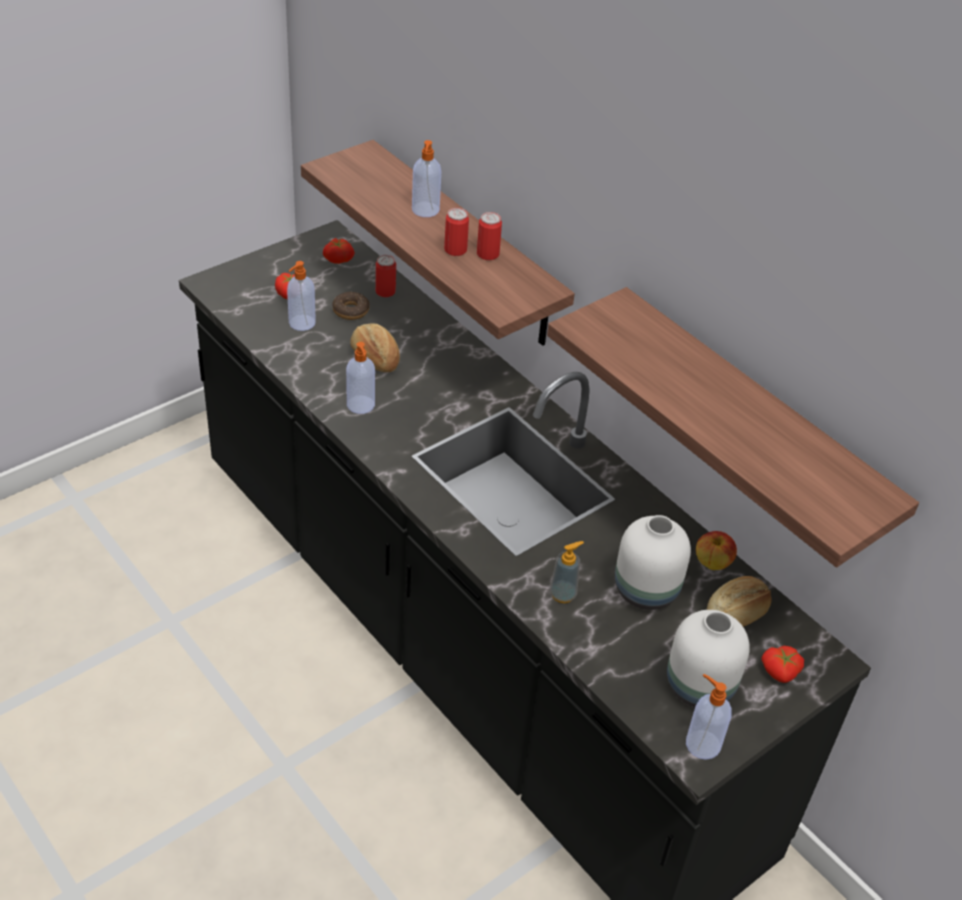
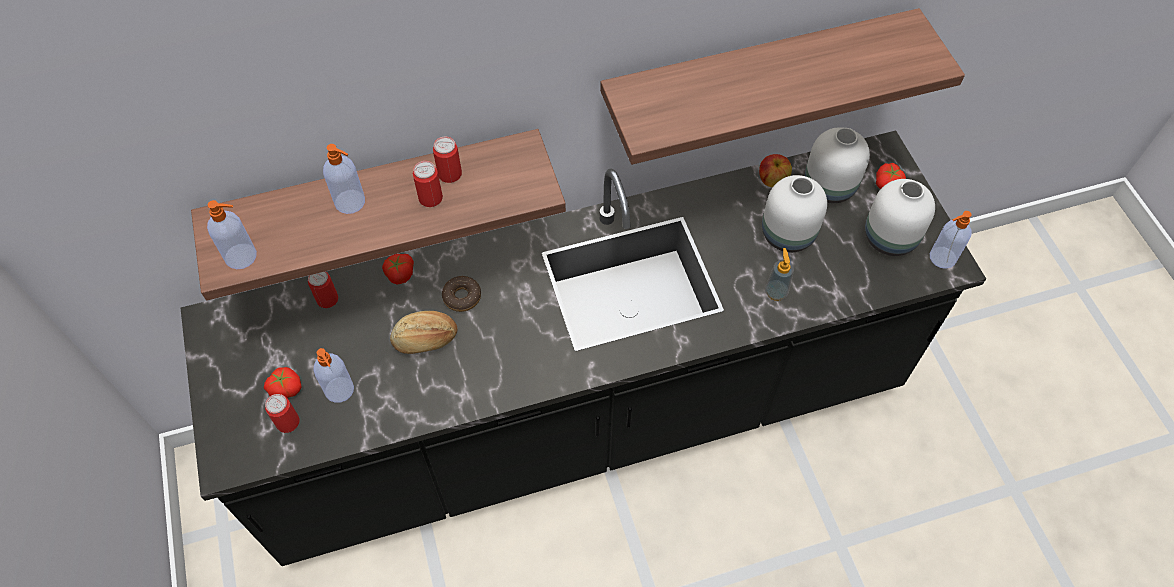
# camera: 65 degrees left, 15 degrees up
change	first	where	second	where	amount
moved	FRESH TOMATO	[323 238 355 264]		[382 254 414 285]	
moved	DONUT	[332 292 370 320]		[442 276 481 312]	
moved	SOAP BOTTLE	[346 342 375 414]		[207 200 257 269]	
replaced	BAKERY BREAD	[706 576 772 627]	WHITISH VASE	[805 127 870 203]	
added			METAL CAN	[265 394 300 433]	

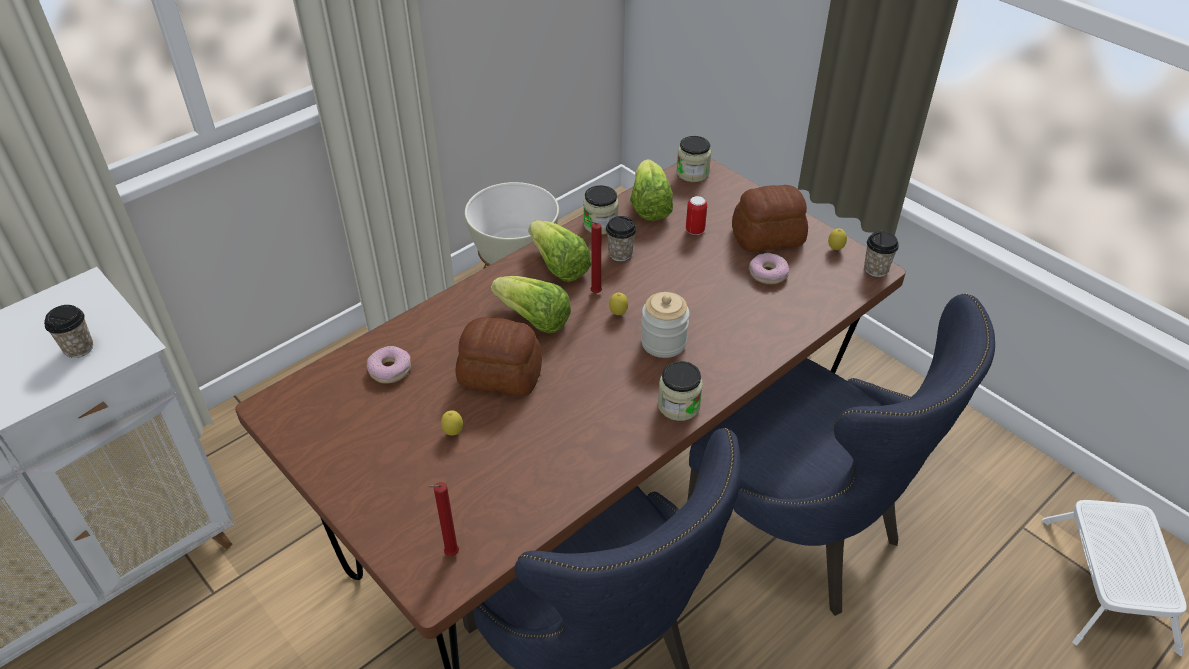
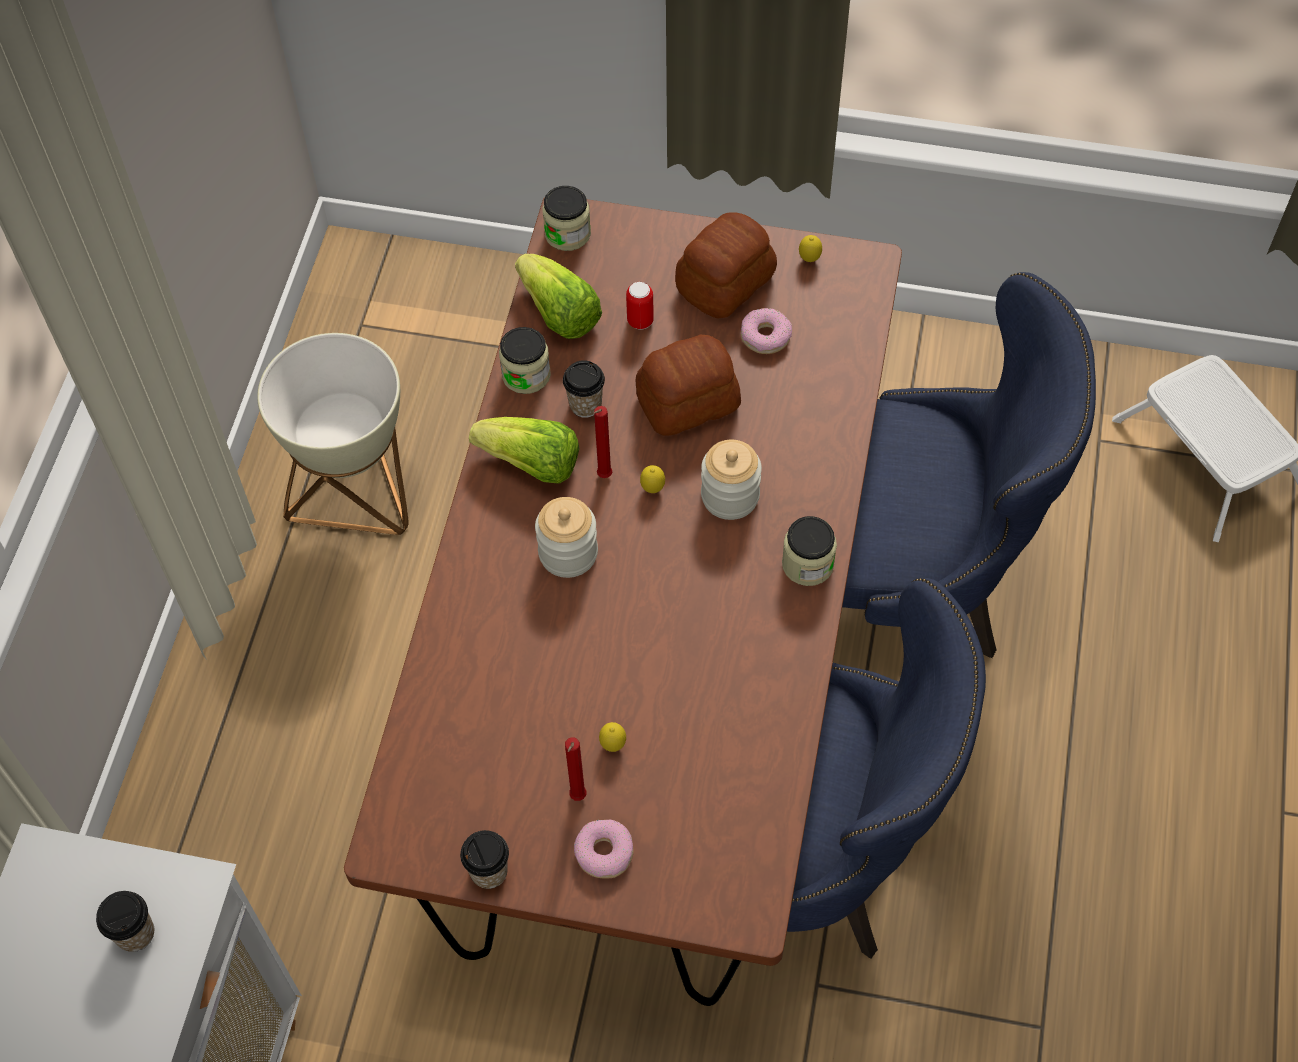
# camera: 35 degrees left, 15 degrees up
change	first	where	second	where	amount
moved	DRINKING CUP	[864 231 899 277]		[460 830 509 889]	
replaced	HEAD OF LETTUCE	[491 276 571 333]	PRESERVE JAR	[535 497 598 578]	
moved	BAKERY BREAD	[455 317 542 396]		[636 335 741 436]	
moved	DONUT	[367 346 411 384]		[574 820 634 878]	
moved	REDDISH CANDLE	[427 482 459 556]		[565 737 587 801]	

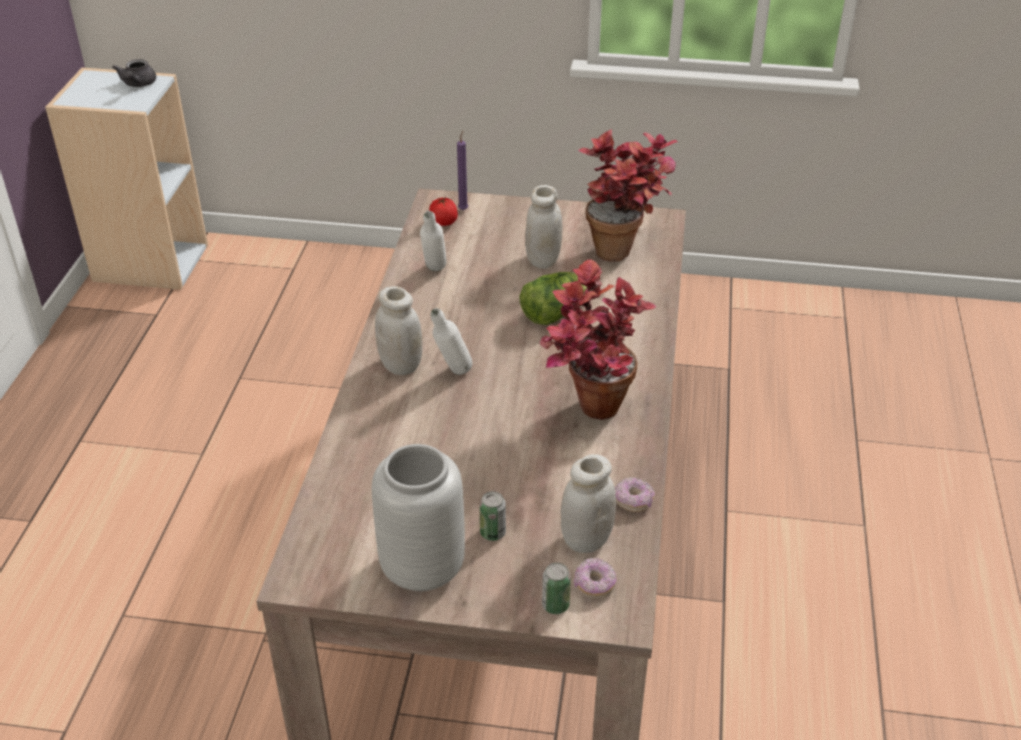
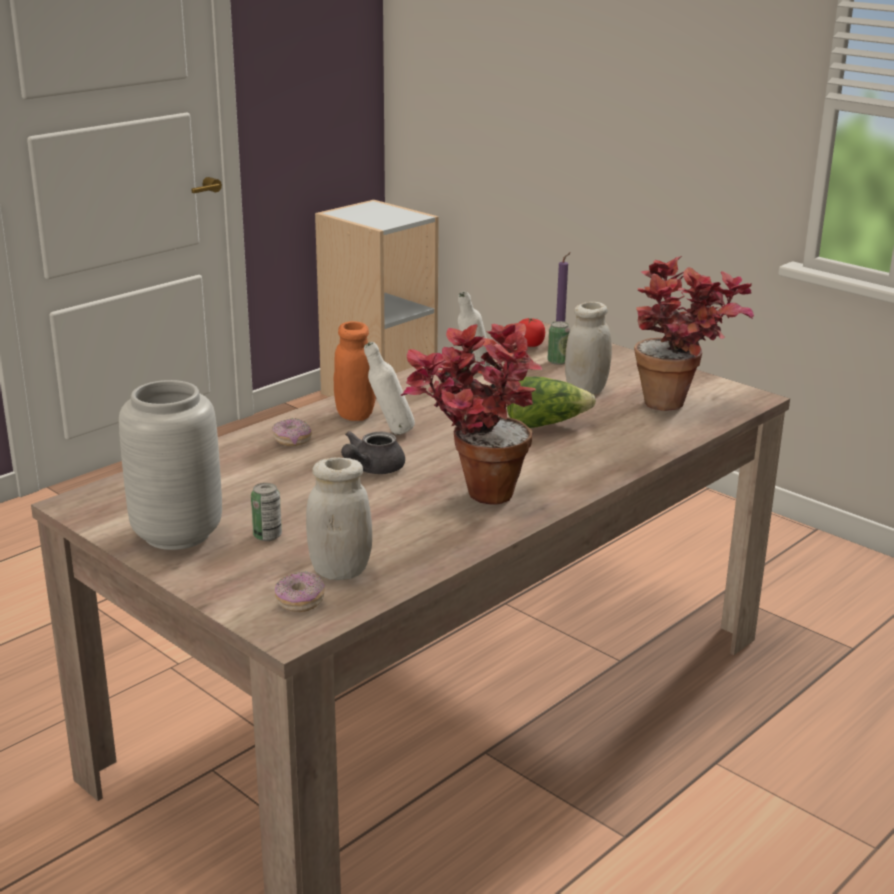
# camera: 35 degrees right, 15 degrees down
change	first	where	second	where	amount
moved	GRAY TEA POT	[112 59 156 87]		[341 431 405 474]	
recoloured	WHITISH PRESERVE JAR	[375 286 422 375]	ORANGE-COLOURED PRESERVE JAR	[334 321 376 421]	
moved	DONUT	[615 477 655 512]		[272 418 312 446]	
moved	METAL CAN	[542 562 571 614]		[547 321 570 365]	

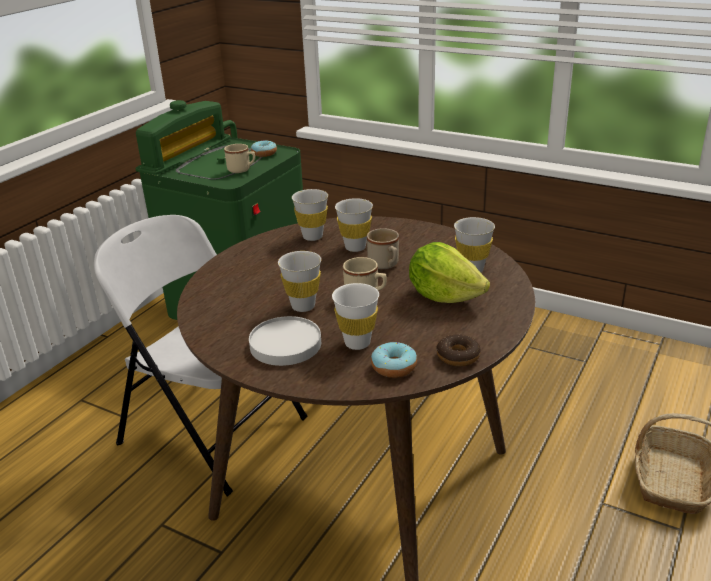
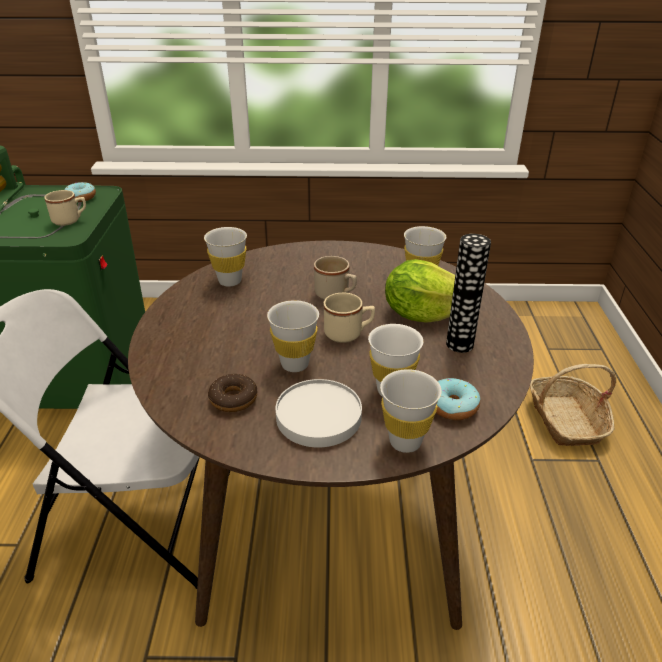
# camera: 30 degrees left, 5 degrees up
change	first	where	second	where	amount
moved	WHITISH DRINKING CUP	[335 198 373 252]		[380 369 442 453]	
moved	DONUT	[436 334 481 366]		[208 374 257 412]	
added			VASE	[446 234 491 353]	

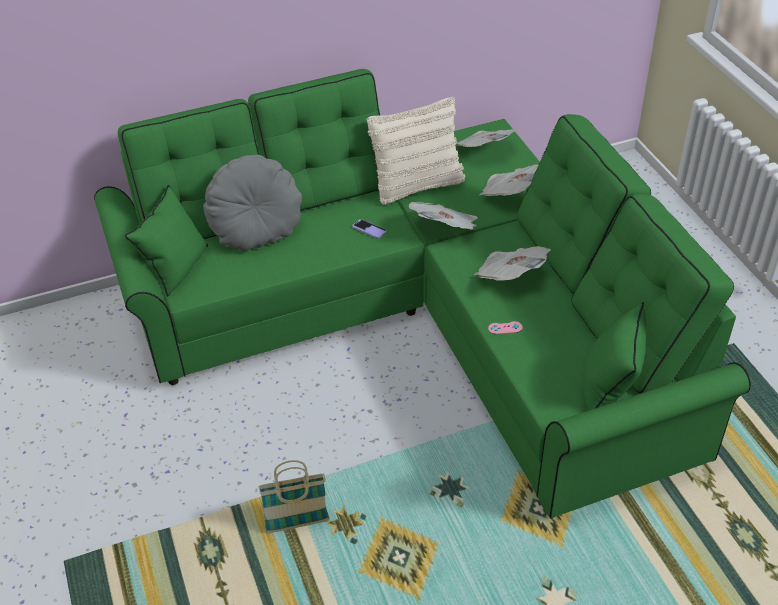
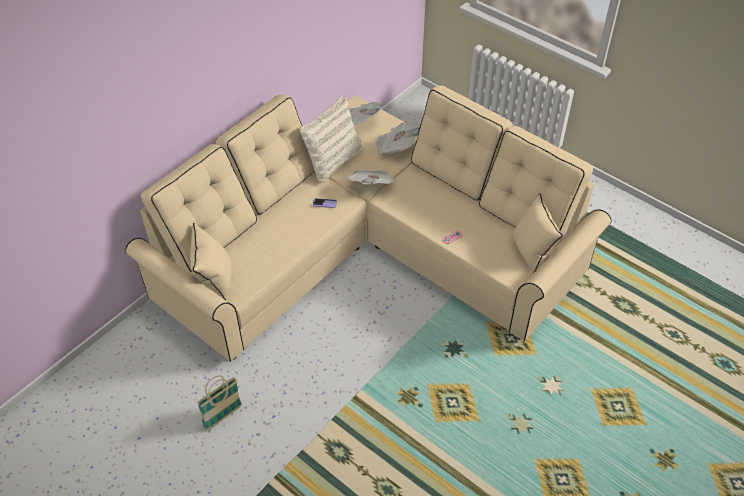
# camera: 30 degrees left, 5 degrees up
change	first	where	second	where	amount
recoloured	GREEN SOFA	[94 69 751 519]	BEIGE-COLOURED SOFA	[125 85 611 362]	
removed	GRAY PILLOW	[203 155 302 251]			
removed	PRINTED PAPER	[474 246 551 281]			
moved	HOUSEHOLD BASKET	[258 460 330 534]		[197 375 242 431]	

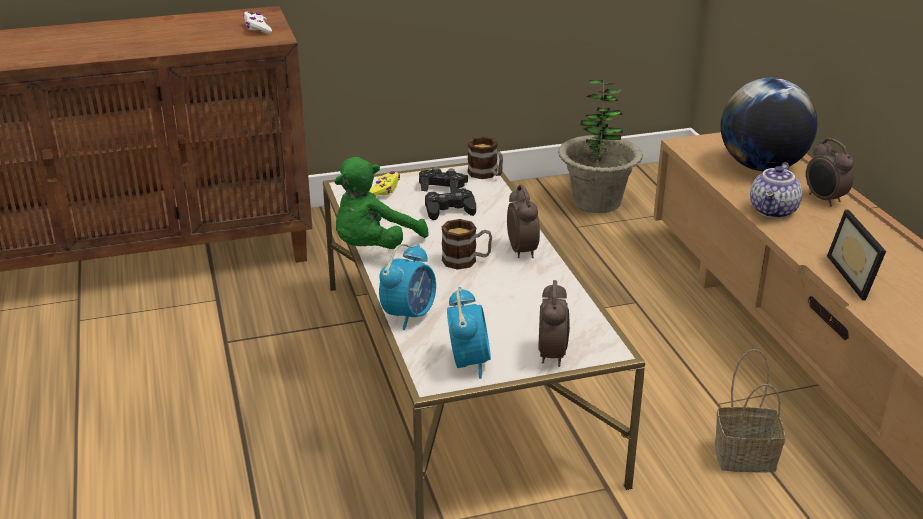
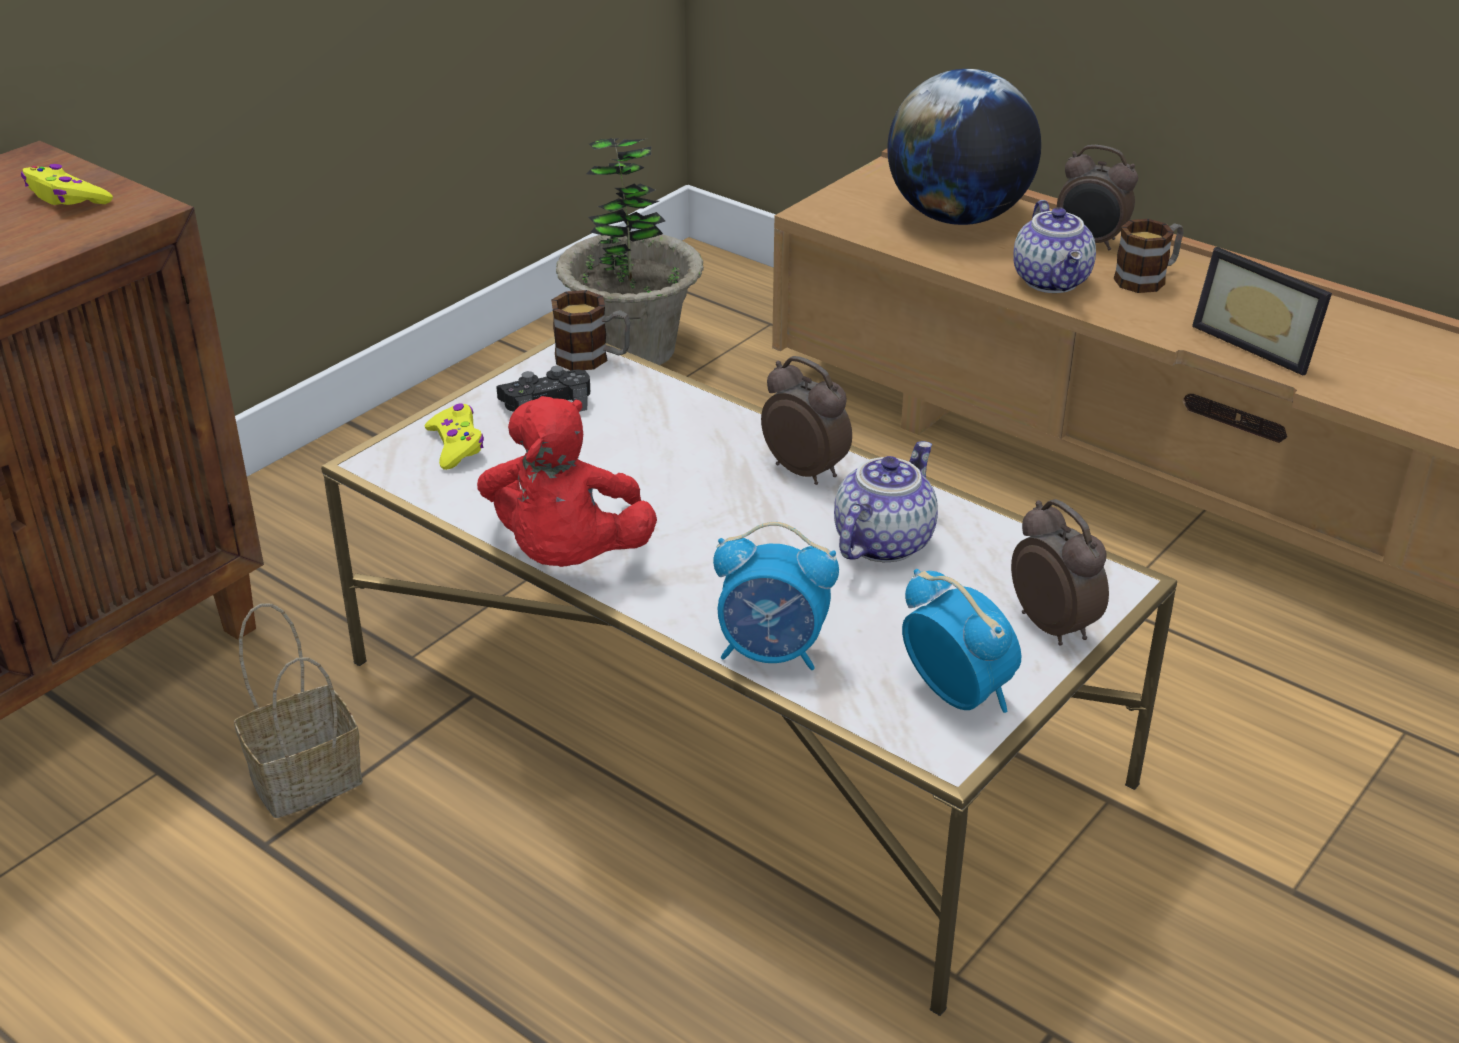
# camera: 35 degrees left, 5 degrees up
change	first	where	second	where	amount
recoloured	WHITISH GAMEPAD	[244 12 272 34]	YELLOW-COLOURED GAMEPAD	[21 164 113 205]	
recoloured	GREEN CUDDLY TOY	[335 157 428 249]	REDDISH CUDDLY TOY	[477 396 657 567]	
removed	BLACK GAMEPAD	[425 188 476 220]			
moved	TEA MUG	[442 219 492 270]		[1114 219 1183 293]	
turned	ALARM CLOCK	[379 244 436 330]		[713 522 839 670]	105 degrees clockwise
moved	HOUSEHOLD BASKET	[715 349 785 473]		[234 603 363 818]	
added			TEA POT	[834 441 938 562]	

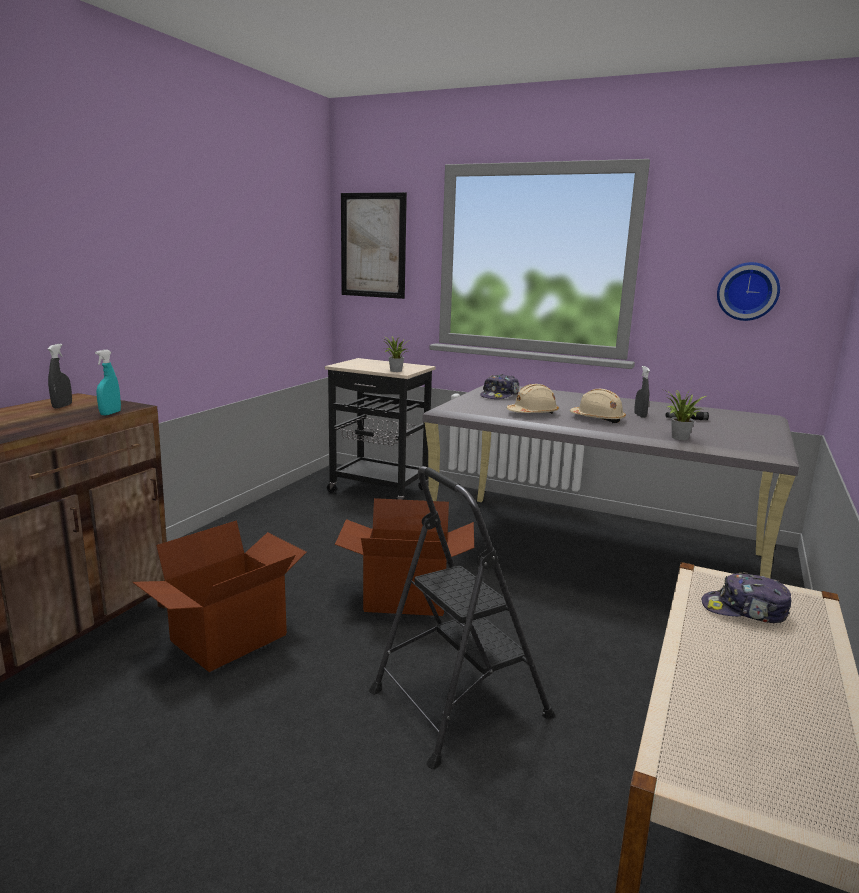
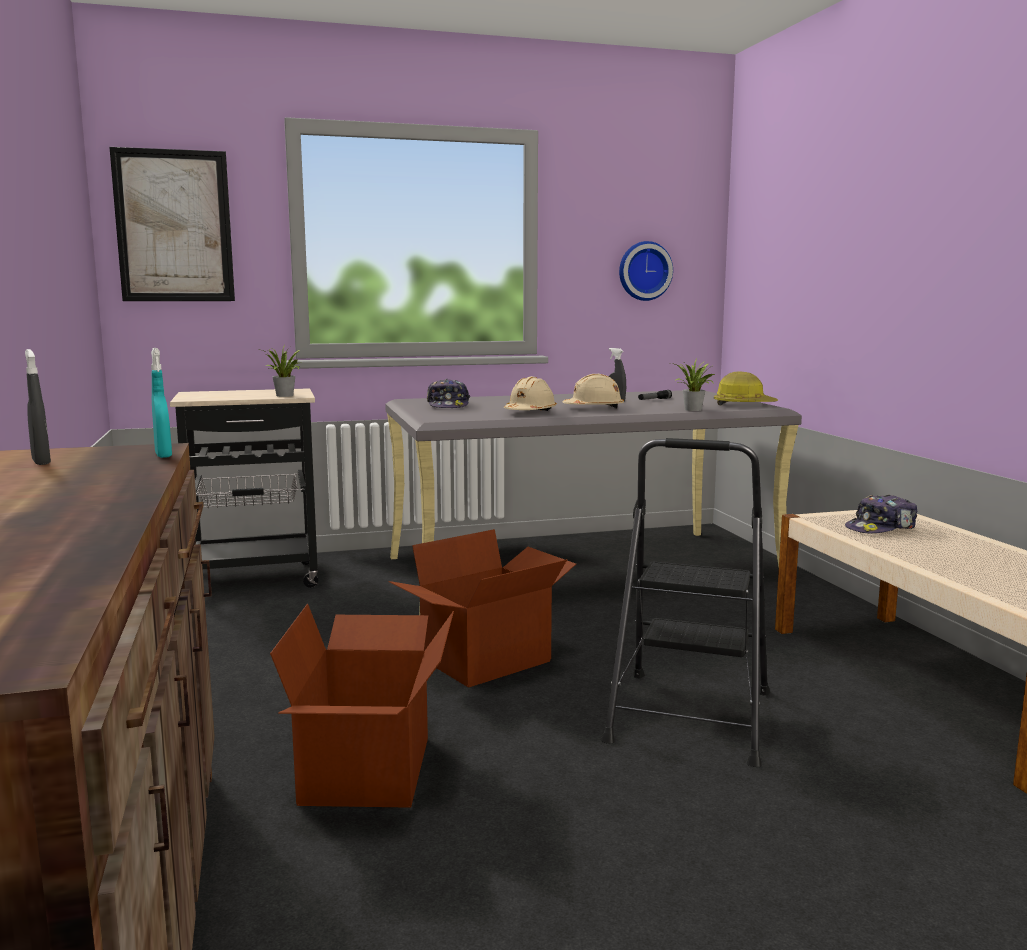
# camera: 40 degrees left, 5 degrees down
change	first	where	second	where	amount
added			SAFETY HELMET	[714 371 778 405]	

